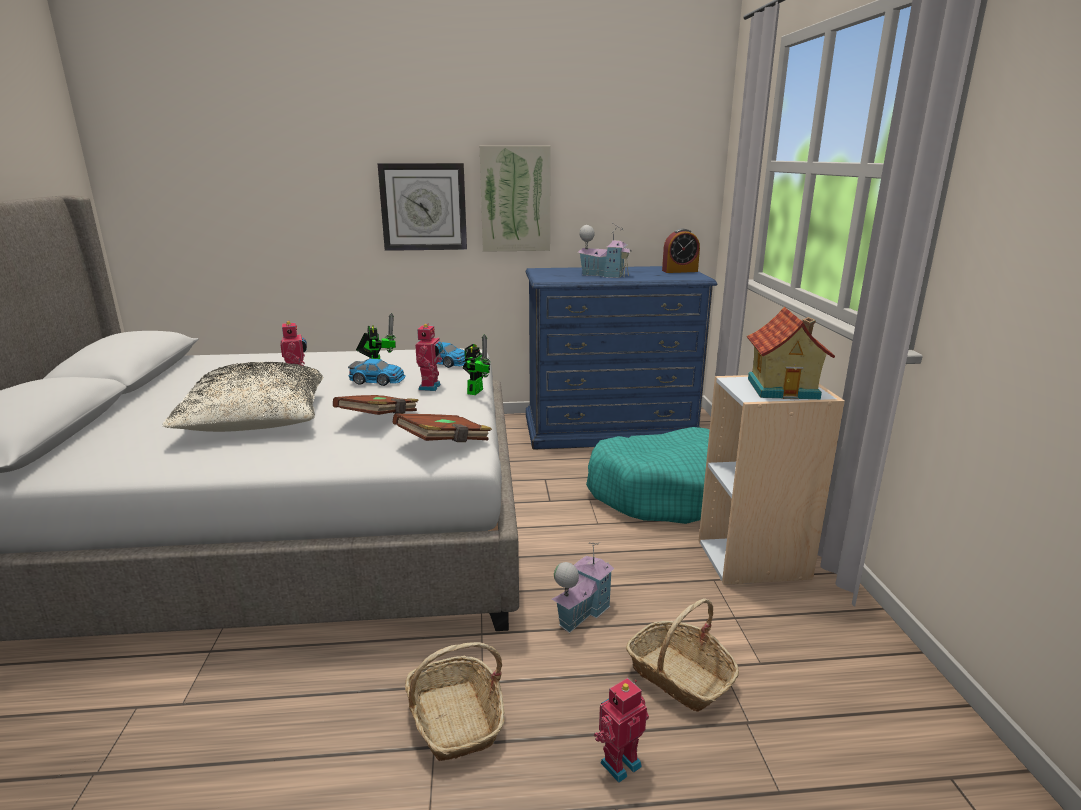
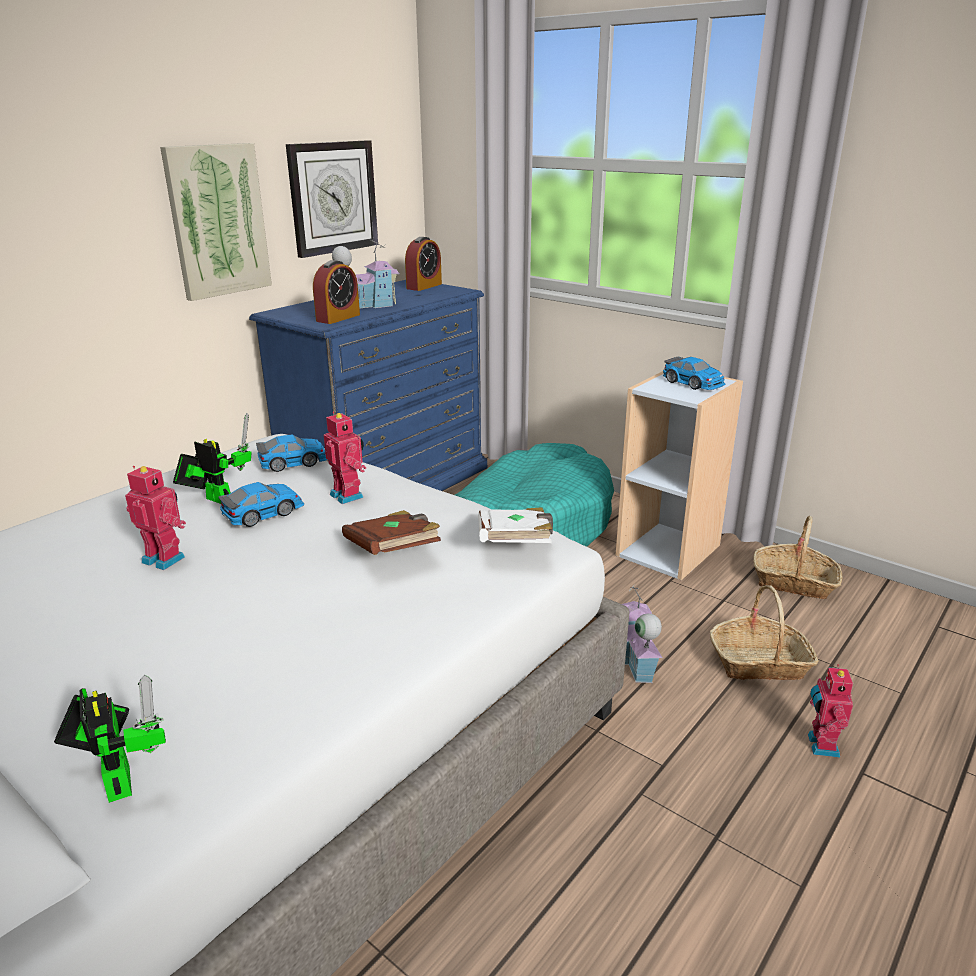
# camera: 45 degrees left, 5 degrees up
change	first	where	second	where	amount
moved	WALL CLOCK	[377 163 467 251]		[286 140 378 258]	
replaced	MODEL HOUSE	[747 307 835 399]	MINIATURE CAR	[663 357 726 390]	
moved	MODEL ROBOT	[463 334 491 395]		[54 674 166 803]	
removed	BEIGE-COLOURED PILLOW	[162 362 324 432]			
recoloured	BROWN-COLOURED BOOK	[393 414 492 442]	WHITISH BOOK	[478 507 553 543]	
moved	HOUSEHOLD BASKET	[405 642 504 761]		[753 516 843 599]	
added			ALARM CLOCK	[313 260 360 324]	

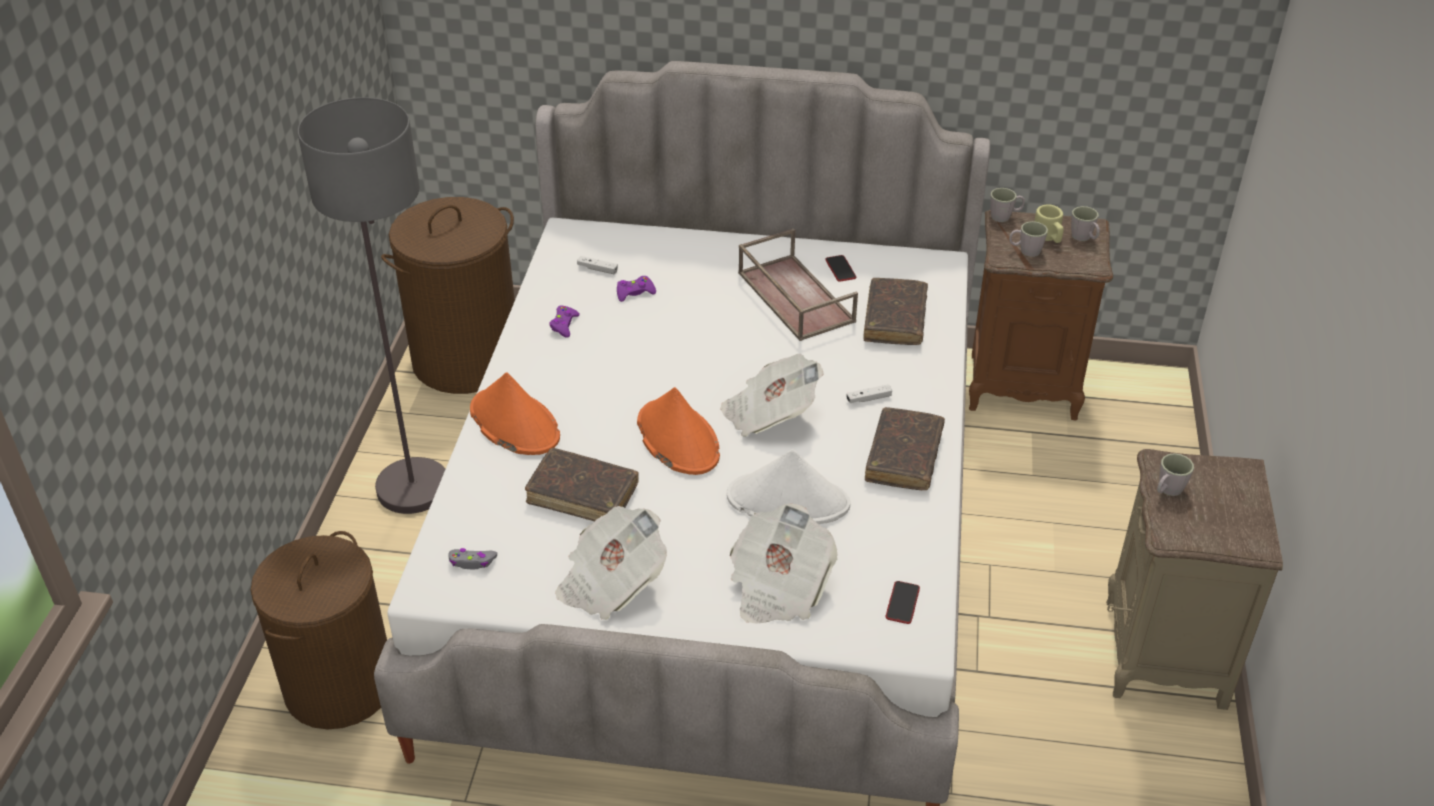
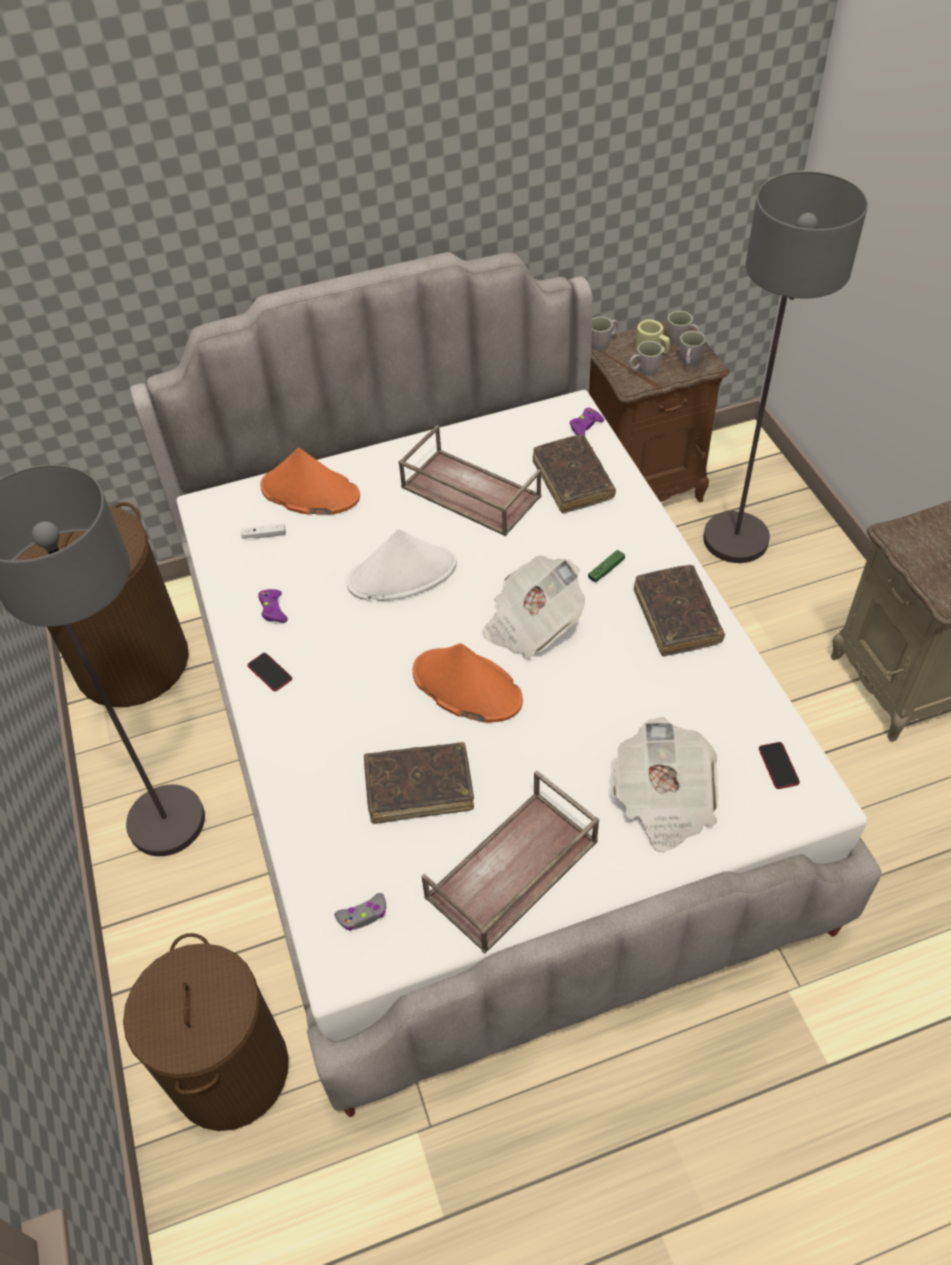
# camera: 25 degrees left, 10 degrees up
change	first	where	second	where	amount
moved	PHONE	[825 255 856 282]		[247 653 292 691]	
moved	PURPLISH GAMEPAD	[617 276 656 302]		[570 408 604 435]	
moved	ORANGE-COLOURED WEARABLE HAT	[470 372 560 455]		[260 448 360 515]	
recoloured	WHITISH GAMEPAD	[846 384 892 403]	GREEN GAMEPAD	[588 550 625 582]	
moved	WHITISH WEARABLE HAT	[727 449 850 524]		[347 529 457 601]	
moved	GRAY TEA MUG	[1157 453 1194 496]		[680 331 706 366]	
replaced	PRINTED PAPER	[555 506 667 620]	BROWN-COLOURED TRAY	[421 770 599 954]	
added			GRAY STANDING LAMP	[703 171 868 563]	

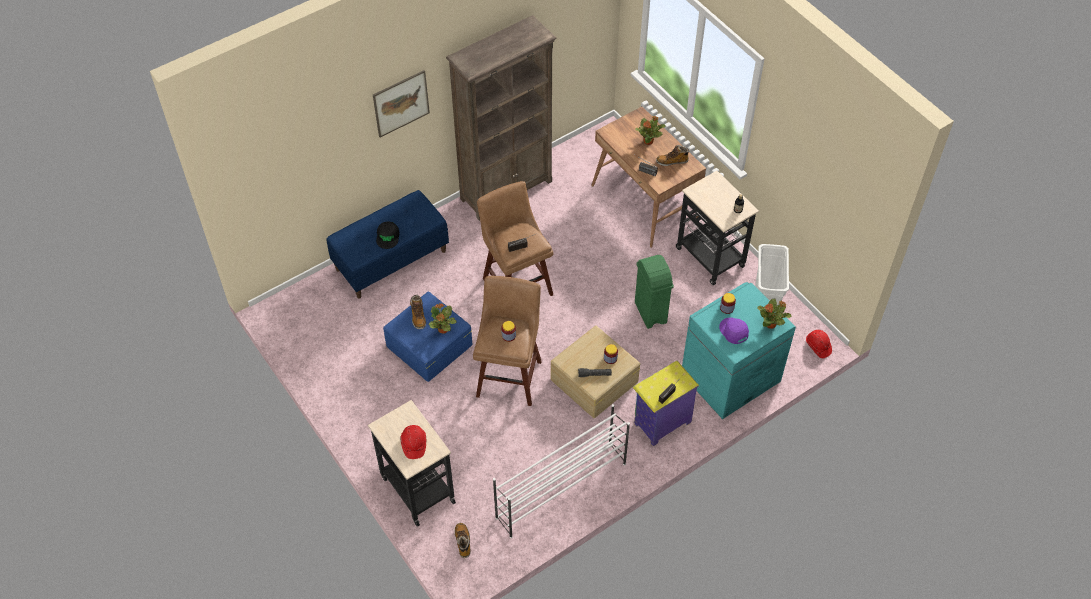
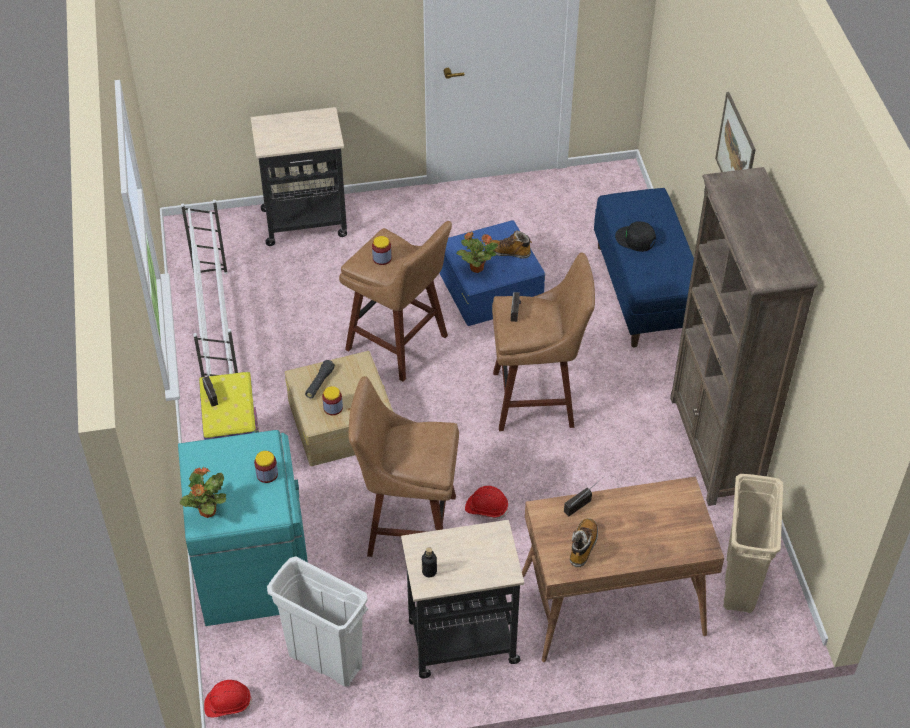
# camera: 115 degrees right, 5 degrees down
change	first	where	second	where	amount
removed	POTTED PLANT	[635 116 665 145]			
replaced	GREEN RUBBISH BIN	[635 255 674 329]	BROWN-COLOURED SITTING STOOL	[348 376 459 557]	
removed	PURPLISH BASEBALL CAP	[719 317 749 344]			
moved	REDDISH SAFETY HELMET	[400 425 426 459]		[465 486 508 518]	
removed	BOOT	[455 523 471 558]			
added			BEIGE-COLOURED RUBBISH BIN	[724 474 783 613]	

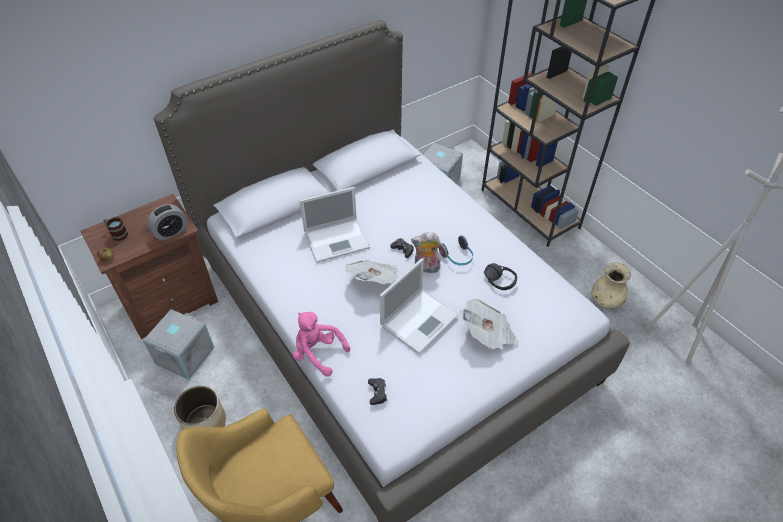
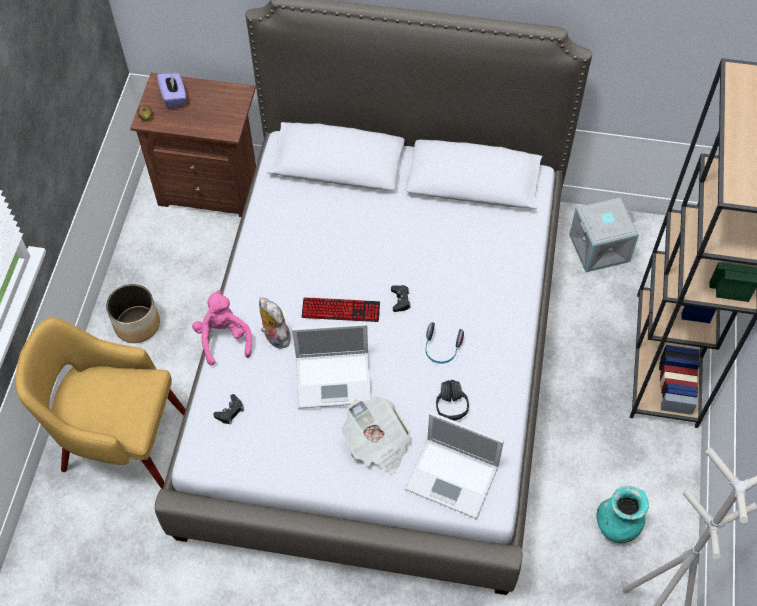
# camera: 45 degrees right, 10 degrees up
change	first	where	second	where	amount
moved	NOTEBOOK COMPUTER	[299 187 370 263]		[405 412 504 519]	
removed	ALARM CLOCK	[147 204 187 241]			
replaced	TEA MUG	[103 217 128 241]	PURPLISH TISSUE HOLDER	[157 72 186 109]	
moved	CUDDLY TOY	[411 233 441 274]		[259 297 291 349]	
replaced	PRINTED PAPER	[345 260 399 284]	PC KEYBOARD	[302 297 380 322]	
recoloured	BEIGE-COLOURED VASE	[591 262 631 309]	BLUE-GREEN VASE	[596 486 649 543]	
removed	GRAY STORAGE CONTAINER	[143 309 214 380]			

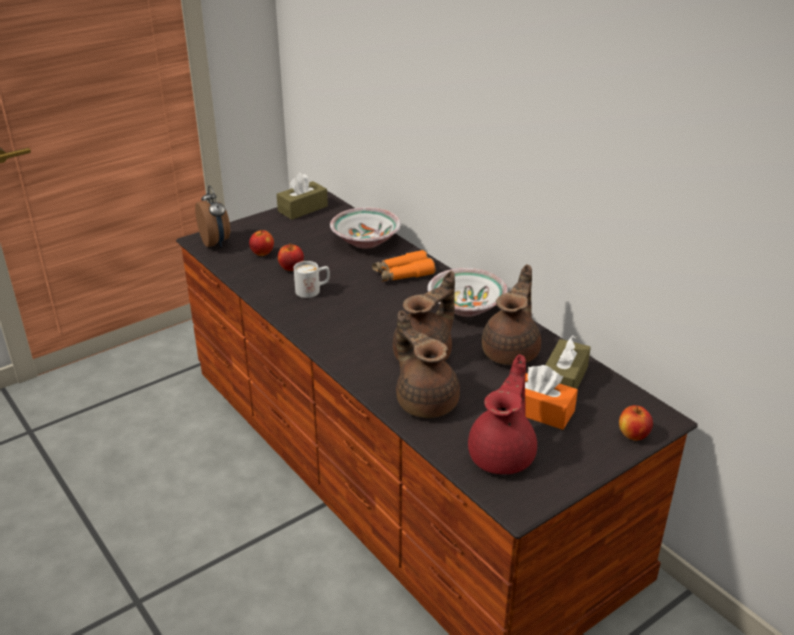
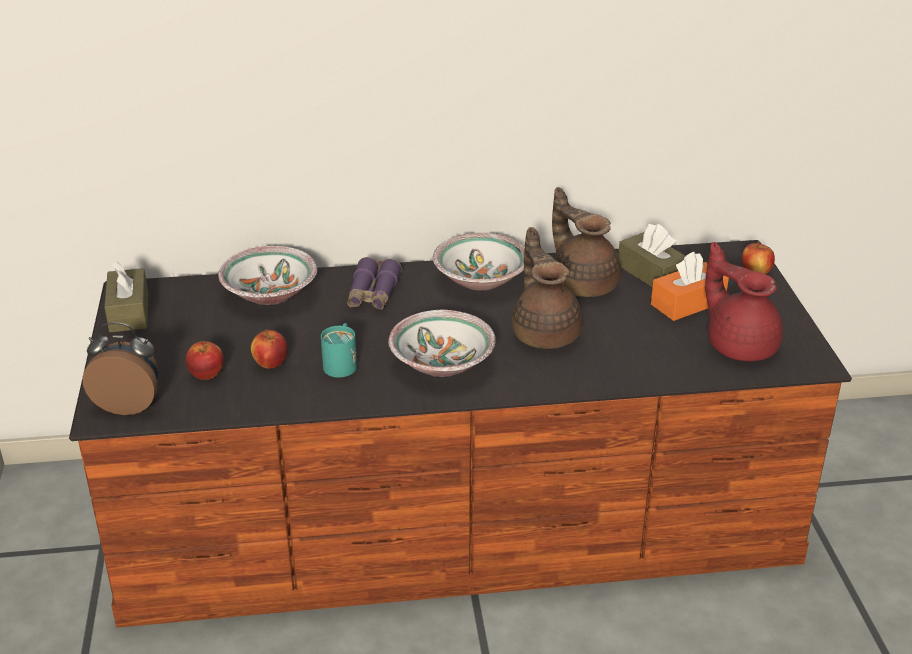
# camera: 60 degrees left, 0 degrees up
change	first	where	second	where	amount
recoloured	ORANGE-COLOURED BINOCULARS	[372 250 435 281]	PURPLISH BINOCULARS	[348 257 402 310]	
recoloured	WHITISH TEA MUG	[294 261 330 298]	BLUE-GREEN TEA MUG	[321 323 357 378]	
removed	BROWN-COLOURED TEA POT	[396 311 460 418]			
added			DEEP DISH	[388 310 496 377]	

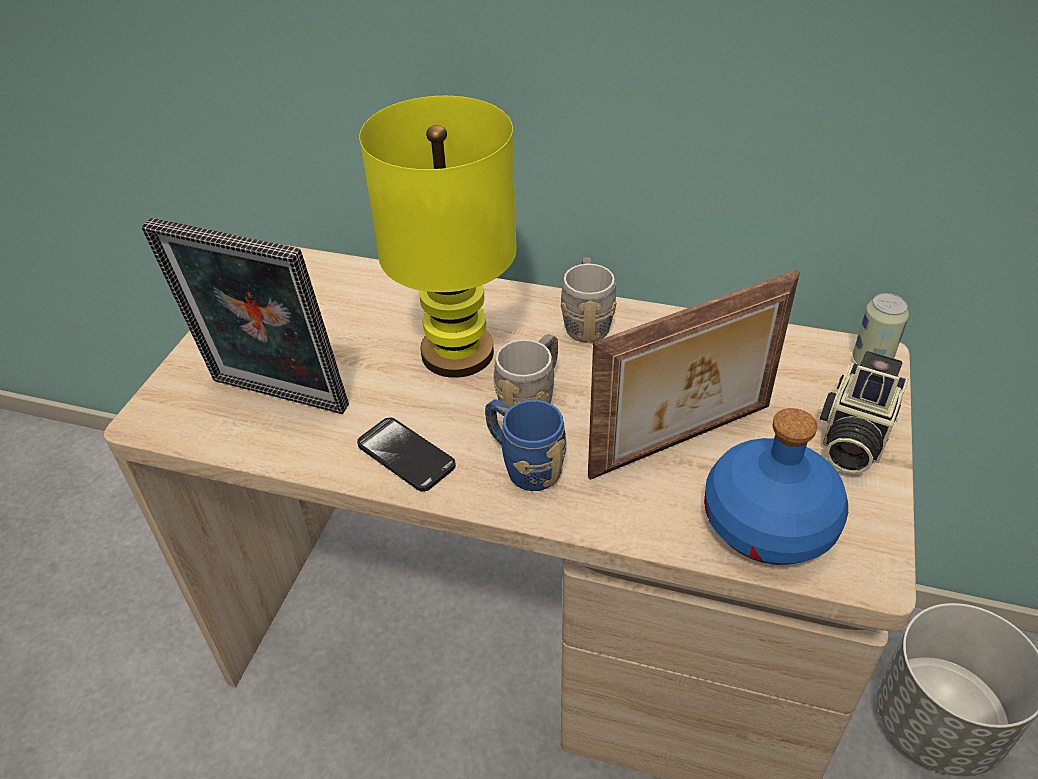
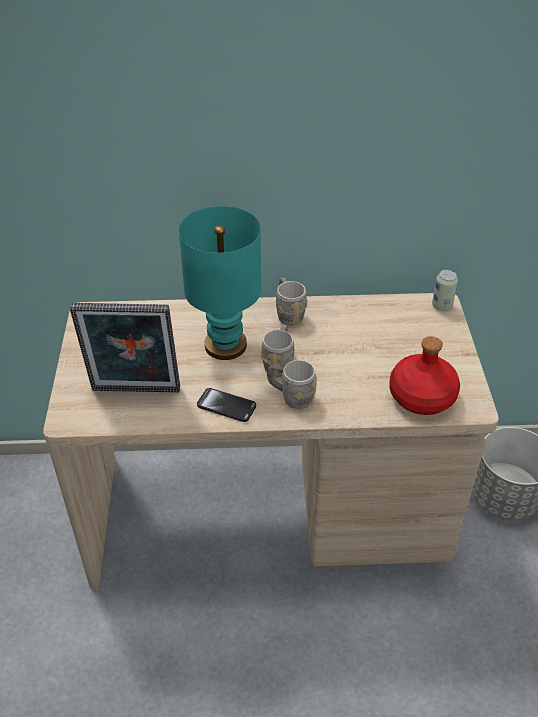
# camera: 20 degrees left, 0 degrees up
change	first	where	second	where	amount
recoloured	YELLOW-COLOURED TABLETOP LAMP	[359 96 517 378]	BLUE-GREEN TABLETOP LAMP	[179 206 261 360]	
removed	PHOTO FRAME	[588 270 800 480]			
removed	STILL CAMERA	[820 351 908 474]			
recoloured	BLUE-COLOURED TEA MUG	[485 399 567 491]	GRAY TEA MUG	[267 360 317 409]	
recoloured	BLUE-COLOURED DRINK BOTTLE	[704 408 848 565]	REDDISH DRINK BOTTLE	[389 337 460 415]	

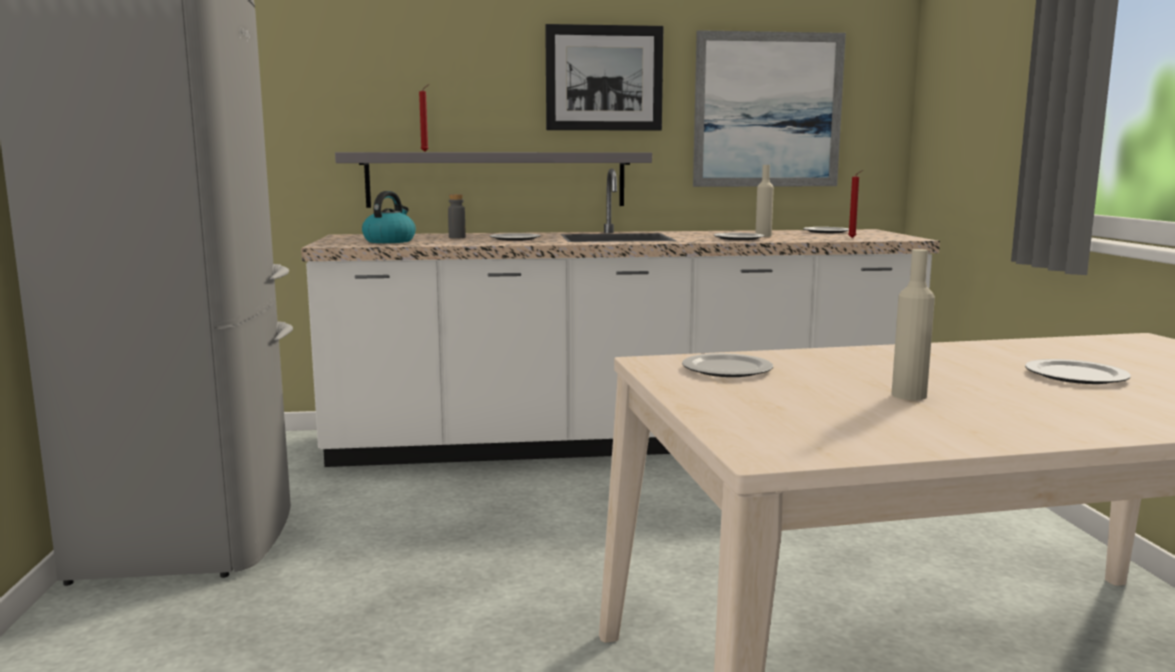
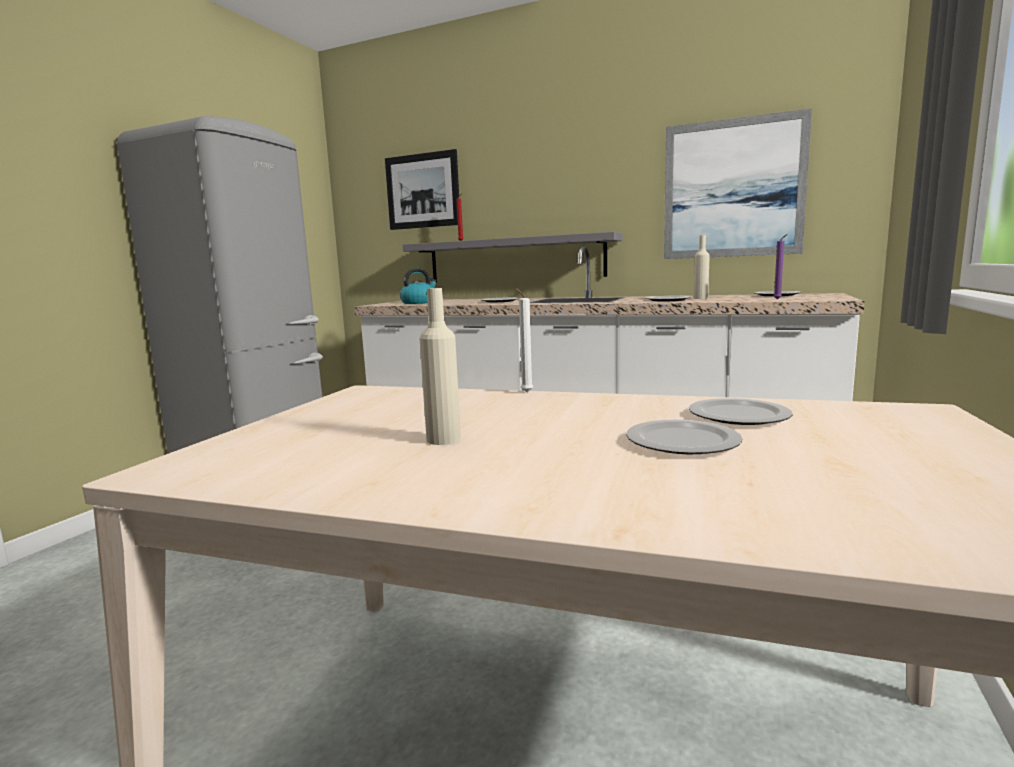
# camera: 30 degrees right, 0 degrees up
change	first	where	second	where	amount
moved	PICTURE	[545 24 664 131]		[385 149 459 230]	
recoloured	REDDISH CANDLE	[848 170 863 238]	PURPLISH CANDLE	[774 234 787 299]	
removed	GRAY DRINK BOTTLE	[448 194 466 238]			
moved	FLAT DISH	[682 353 773 377]		[689 398 793 425]	
added			WHITISH CANDLE	[515 288 533 392]	

